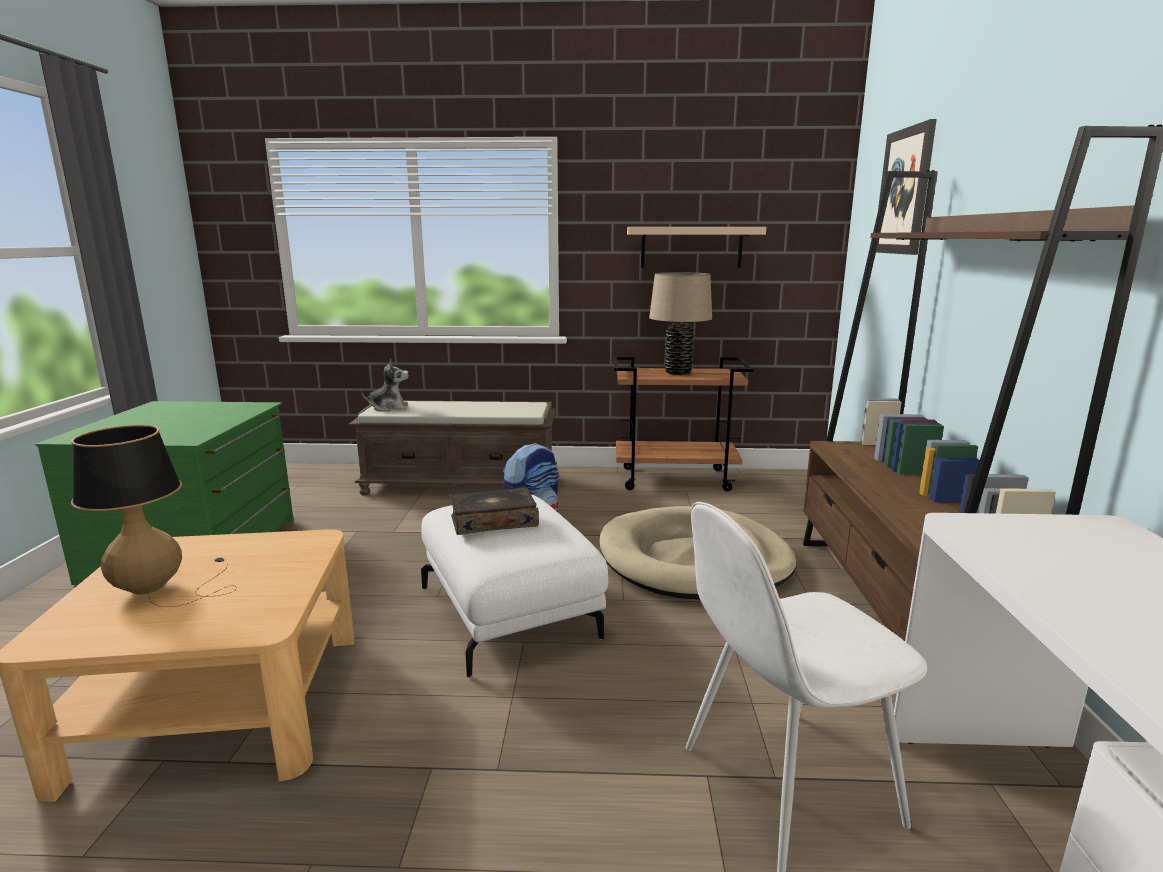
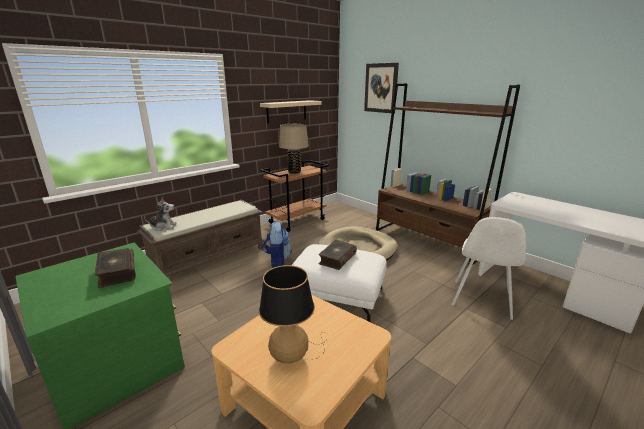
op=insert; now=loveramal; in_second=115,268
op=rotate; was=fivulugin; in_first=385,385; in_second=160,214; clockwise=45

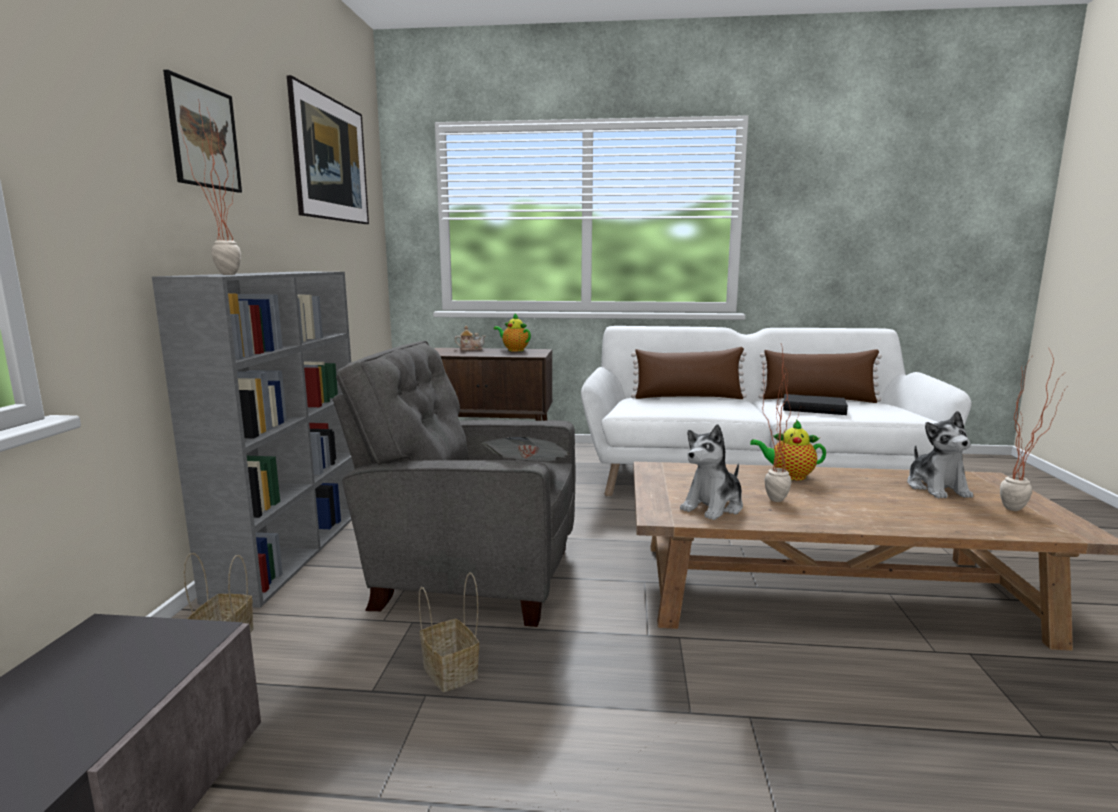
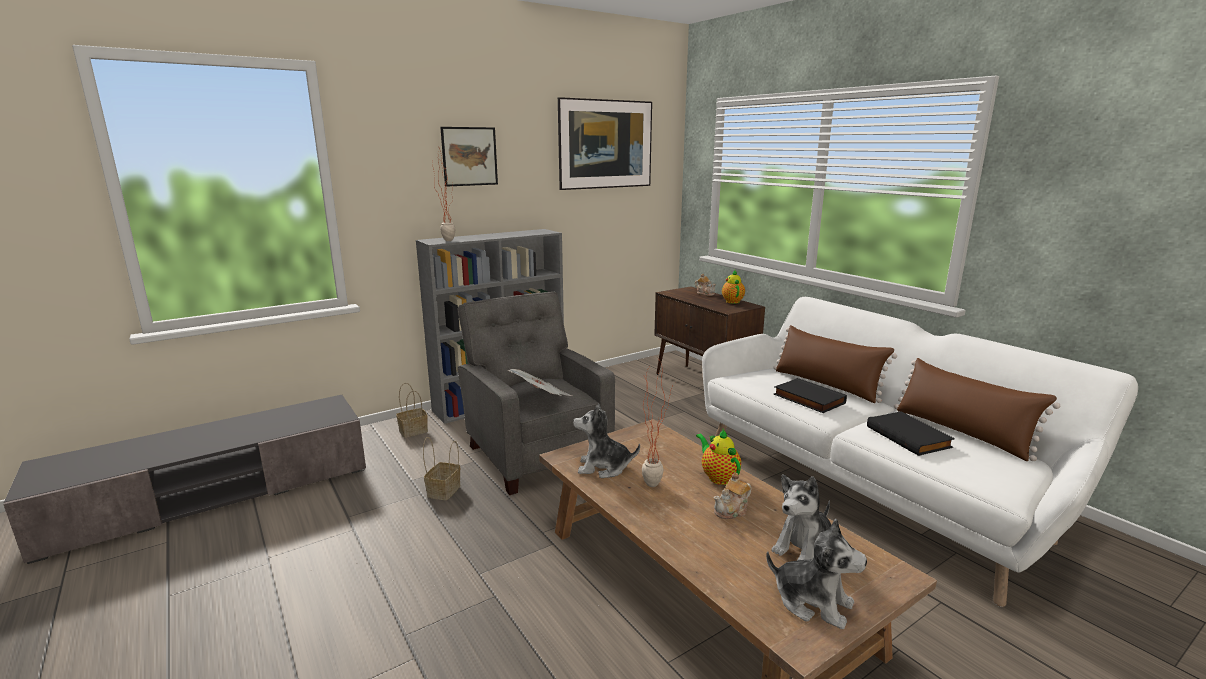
op=insert; now=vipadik; in_second=732,495
op=replace; was=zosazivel; now=fivulugin; in_first=1034,430; in_second=816,574
op=insert; now=black loveramal; in_second=810,395

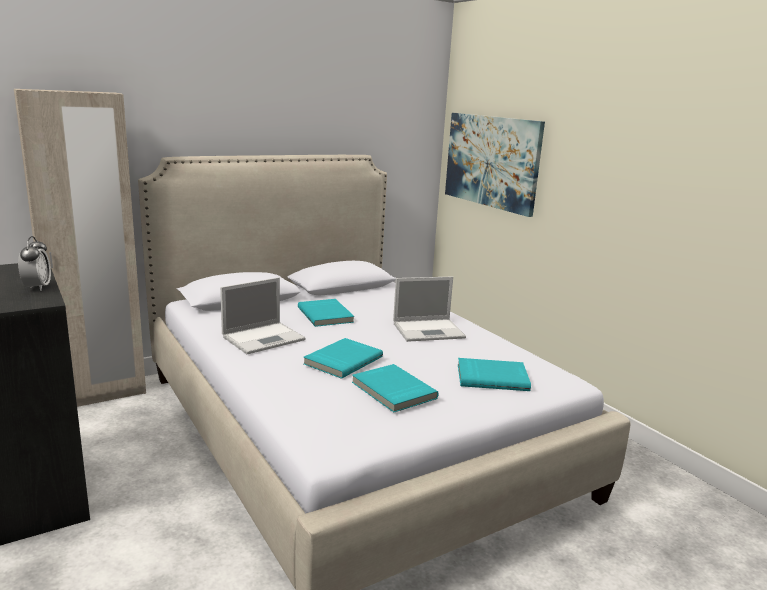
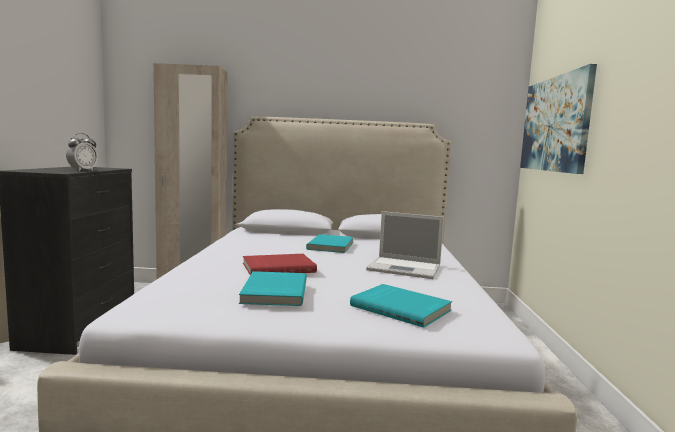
op=recolor; was=turquoise loveramal; now=red loveramal; in_first=343,358; in_second=280,264
op=delete; was=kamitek; in_first=263,315

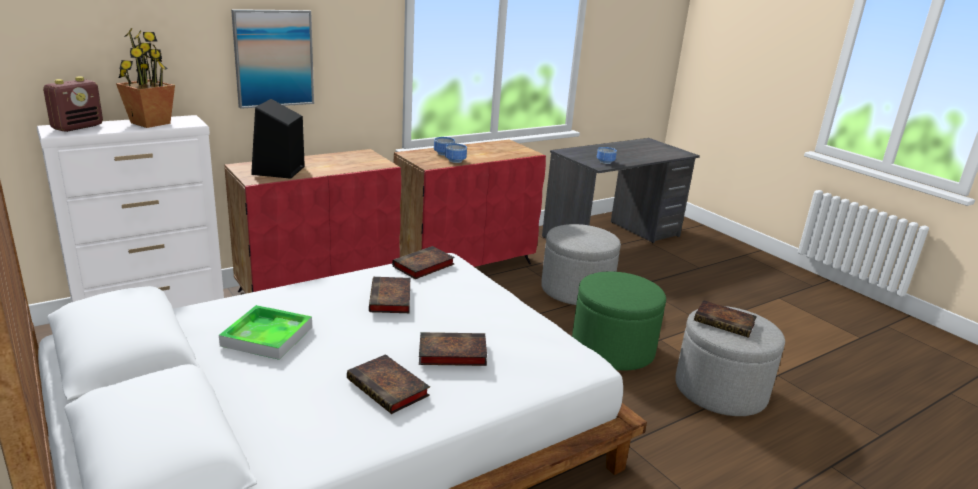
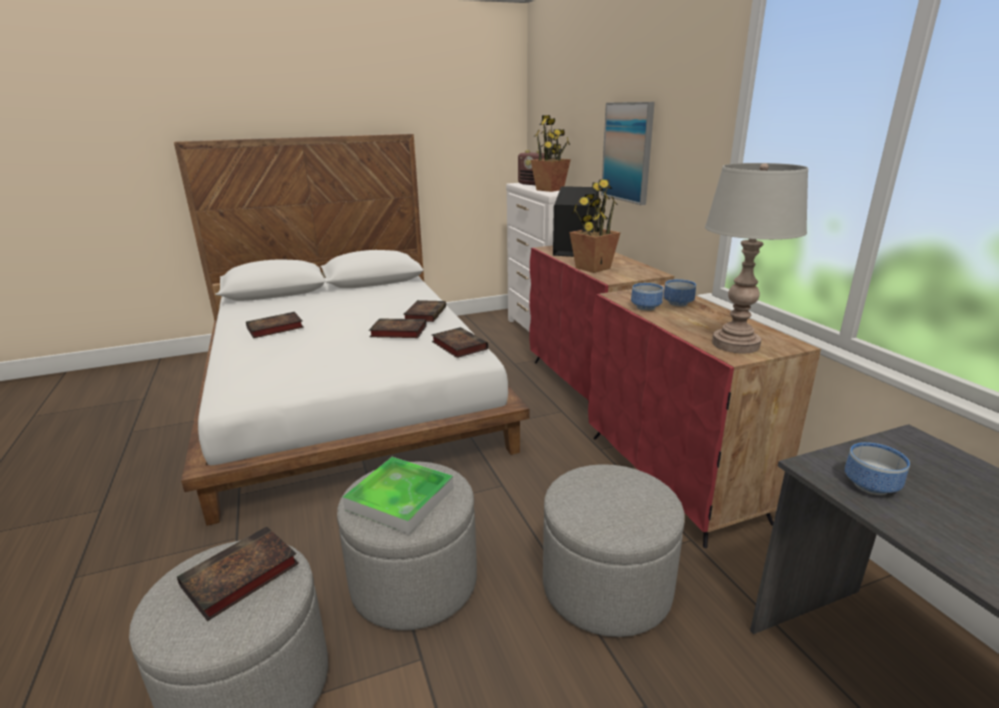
op=recolor; was=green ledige; now=grey ledige; in_first=619,321; in_second=407,546
op=move; was=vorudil; in_first=265,332; in_second=398,495
op=move; was=loveramal; in_first=453,349; in_second=424,311
op=insert; now=zosazivel; in_second=595,226
op=insert; now=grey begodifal; in_second=756,258

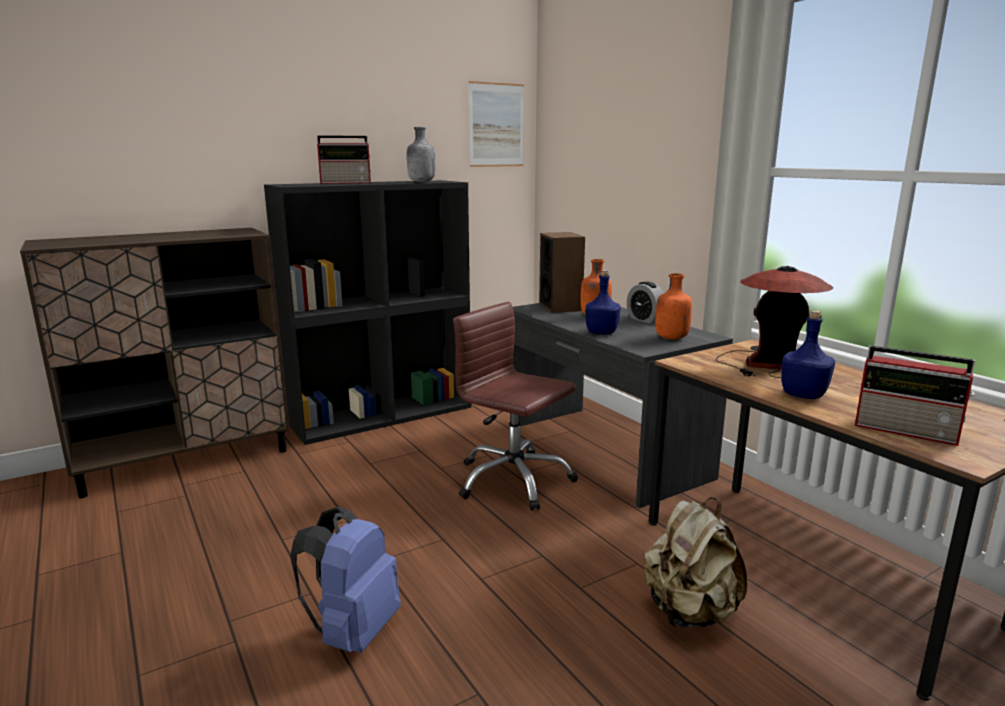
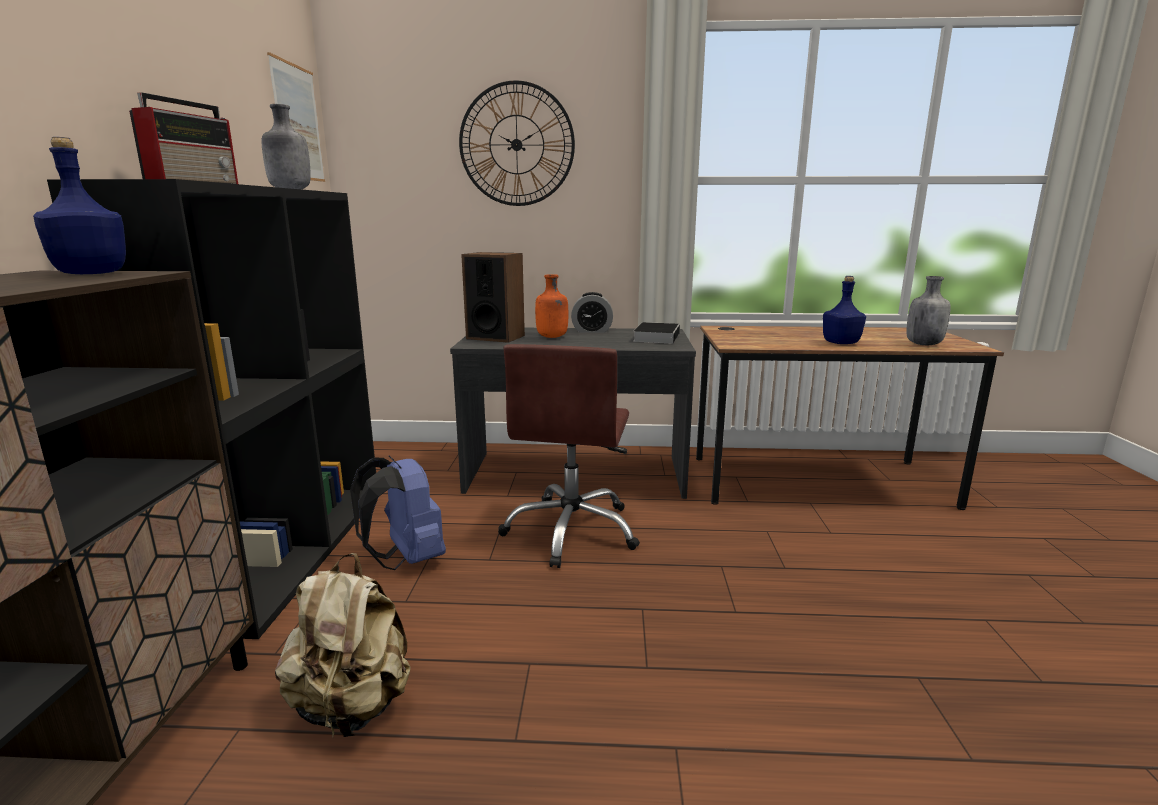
op=move; was=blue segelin; in_first=603,302; in_second=79,205
op=move; was=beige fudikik; in_first=695,563; in_second=343,645
op=move; was=blue fudikik; in_first=345,580; in_second=398,513
op=insert; now=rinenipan; in_second=517,143
op=rotate; was=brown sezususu; in_first=515,406; in_second=569,456; clockwise=-60
op=replace; was=orange segelin; now=loveramal; in_first=673,306; in_second=656,333
op=replace; was=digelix; now=grey segelin; in_first=915,396; in_second=928,310
op=delete; was=begodifal; in_first=774,322

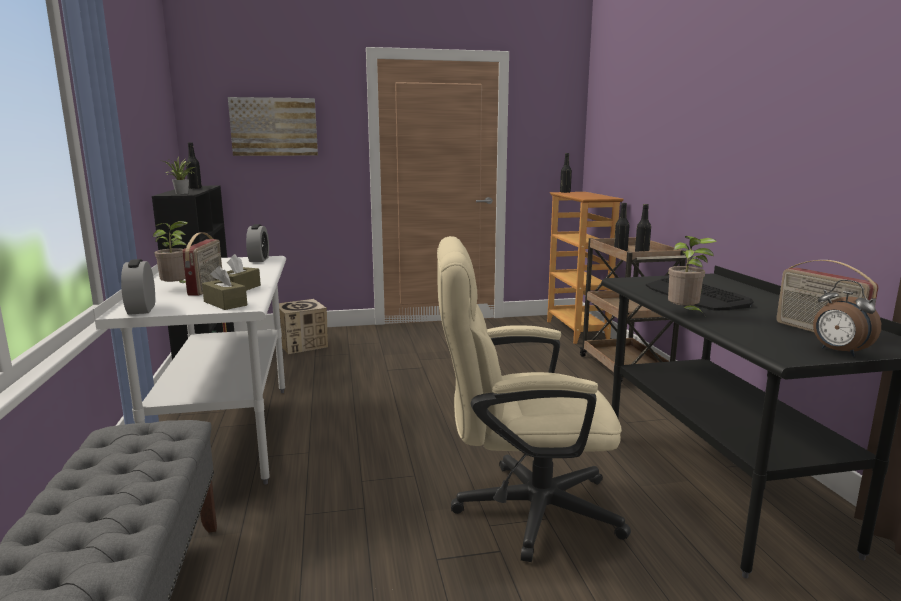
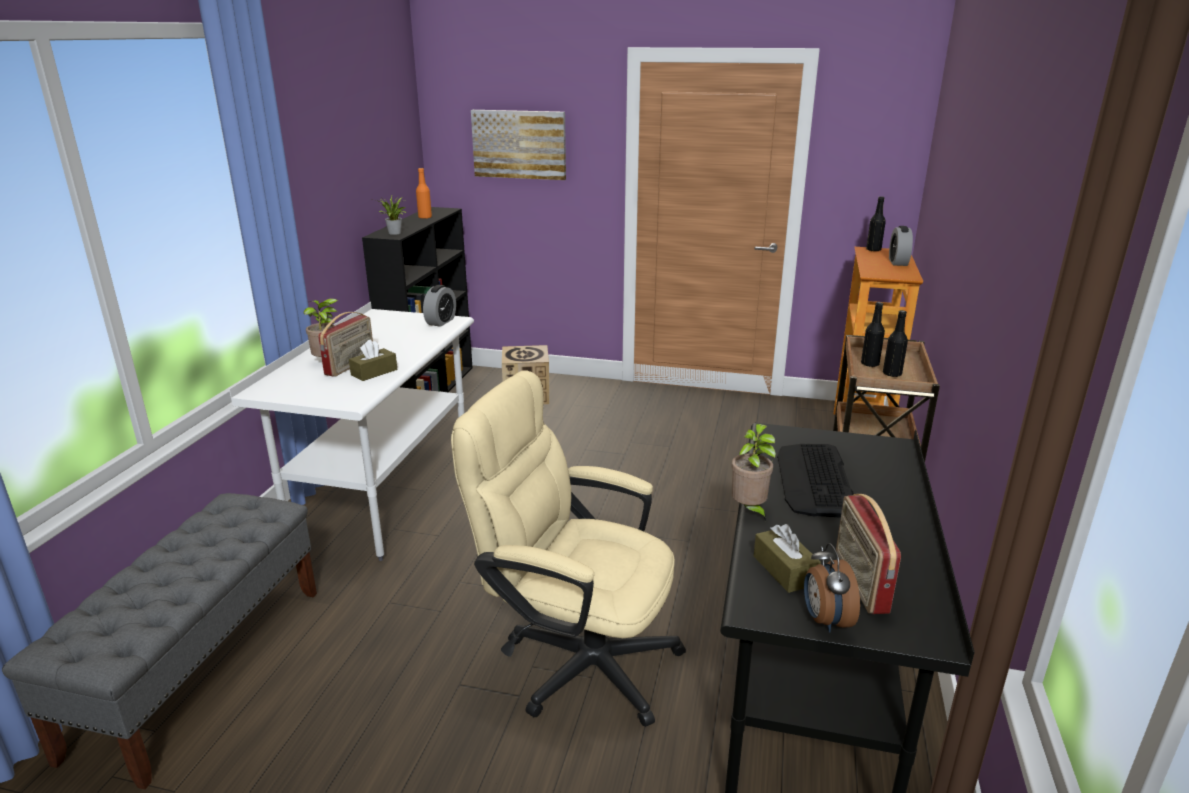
op=recolor; was=black segelin; now=orange segelin; in_first=194,165; in_second=424,193
op=move; was=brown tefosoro; in_first=224,288; in_second=787,558
op=move; was=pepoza; in_first=138,287; in_second=901,246

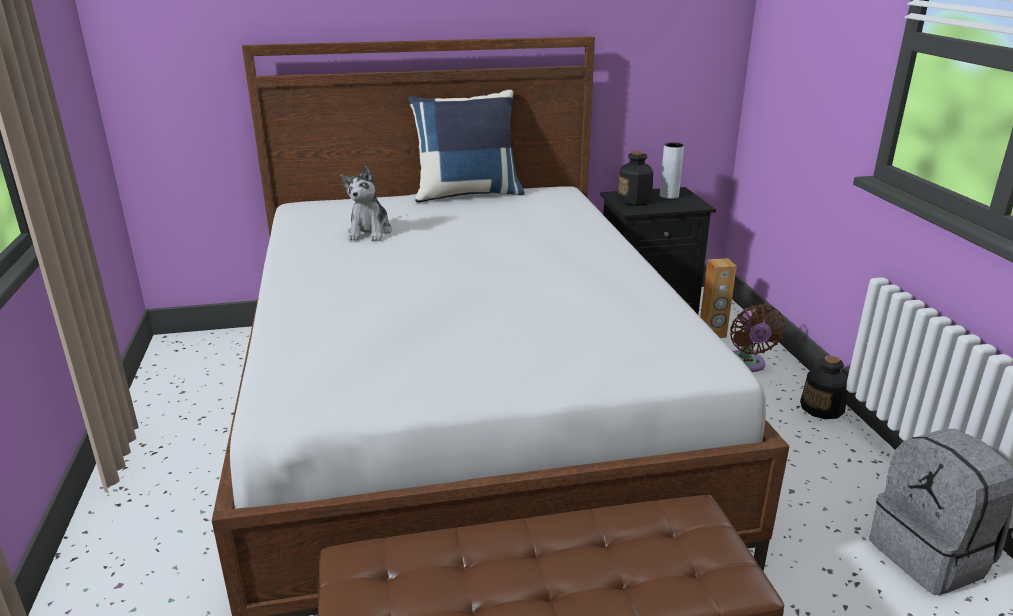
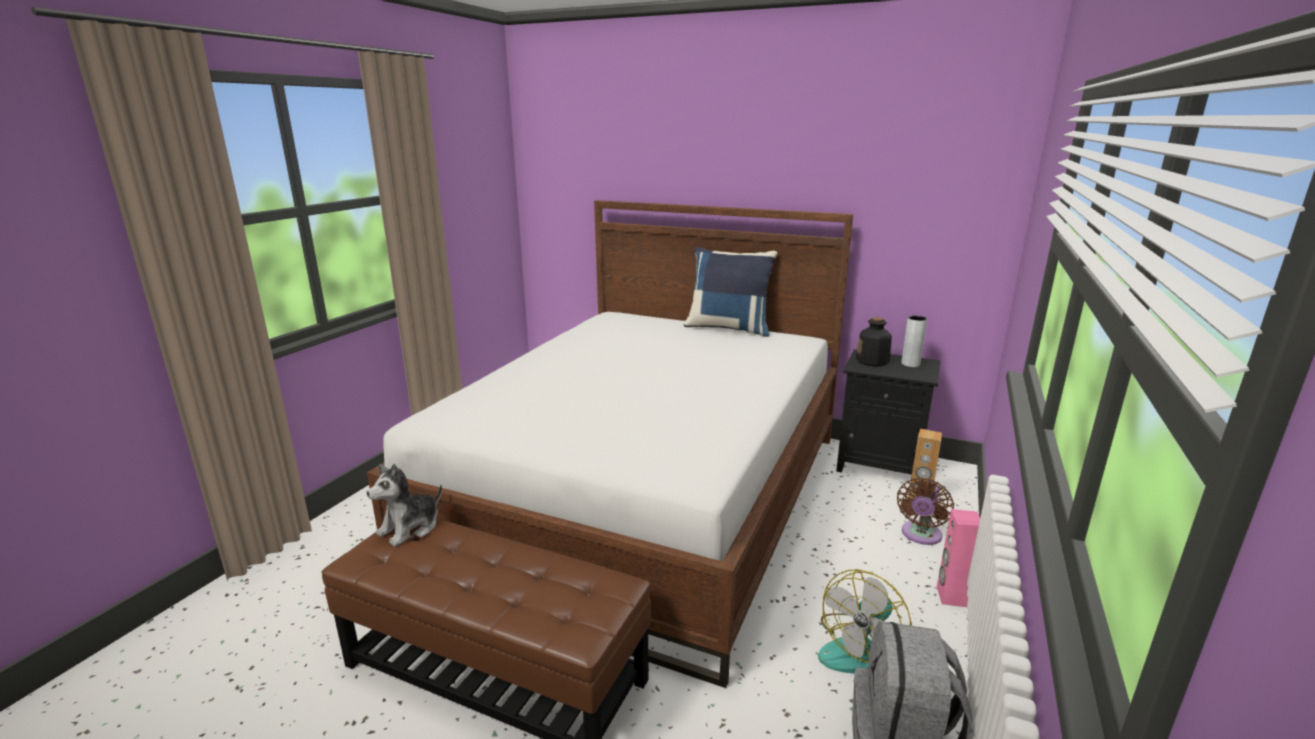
op=move; was=fivulugin; in_first=366,203; in_second=404,505
op=insert; now=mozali; in_second=865,621
op=replace; was=segelin; now=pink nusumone; in_first=824,387; in_second=958,558

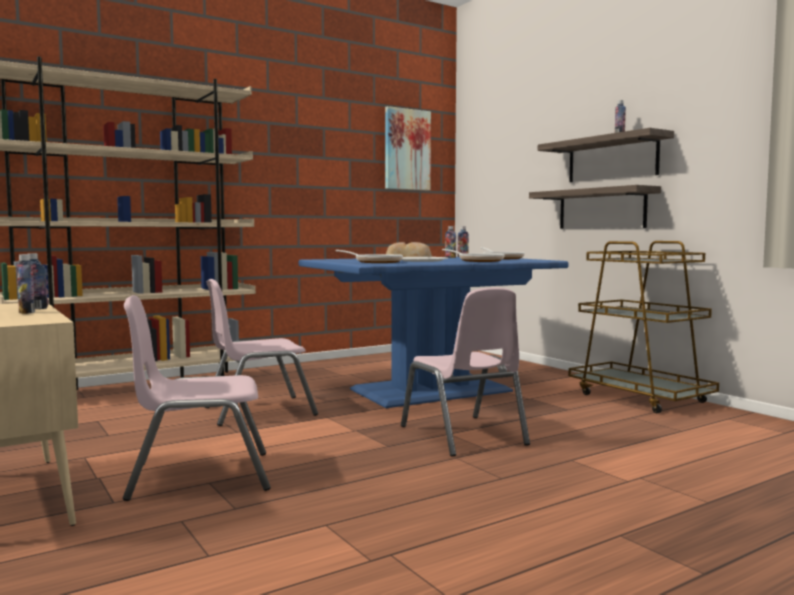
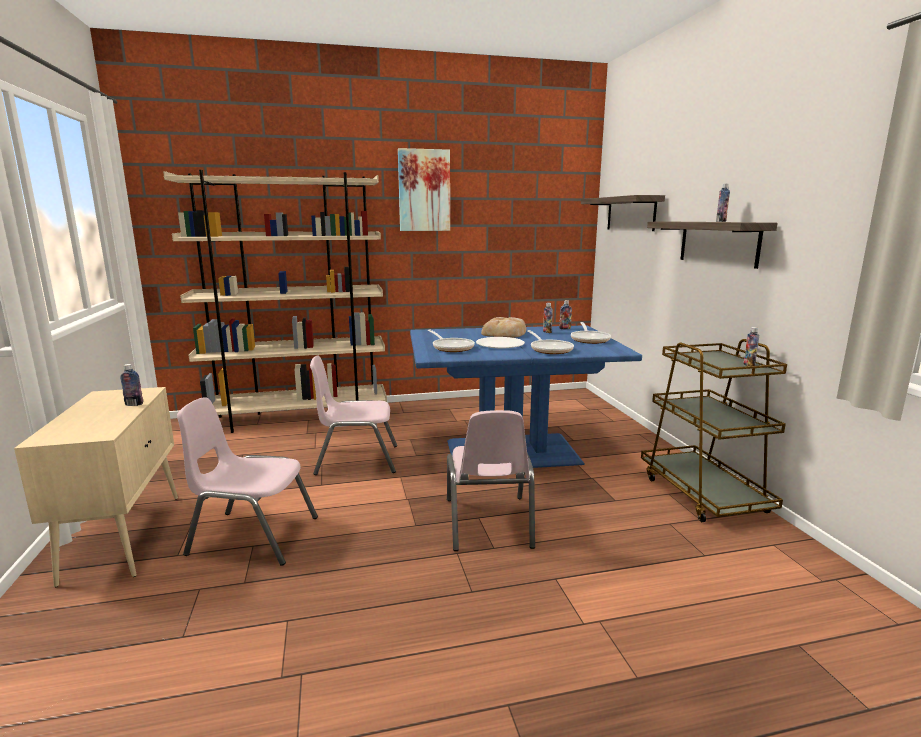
op=move; was=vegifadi; in_first=408,148; in_second=424,189
op=move; was=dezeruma; in_first=595,207; in_second=623,213
op=move; was=segelin; in_first=25,284; in_second=751,346

